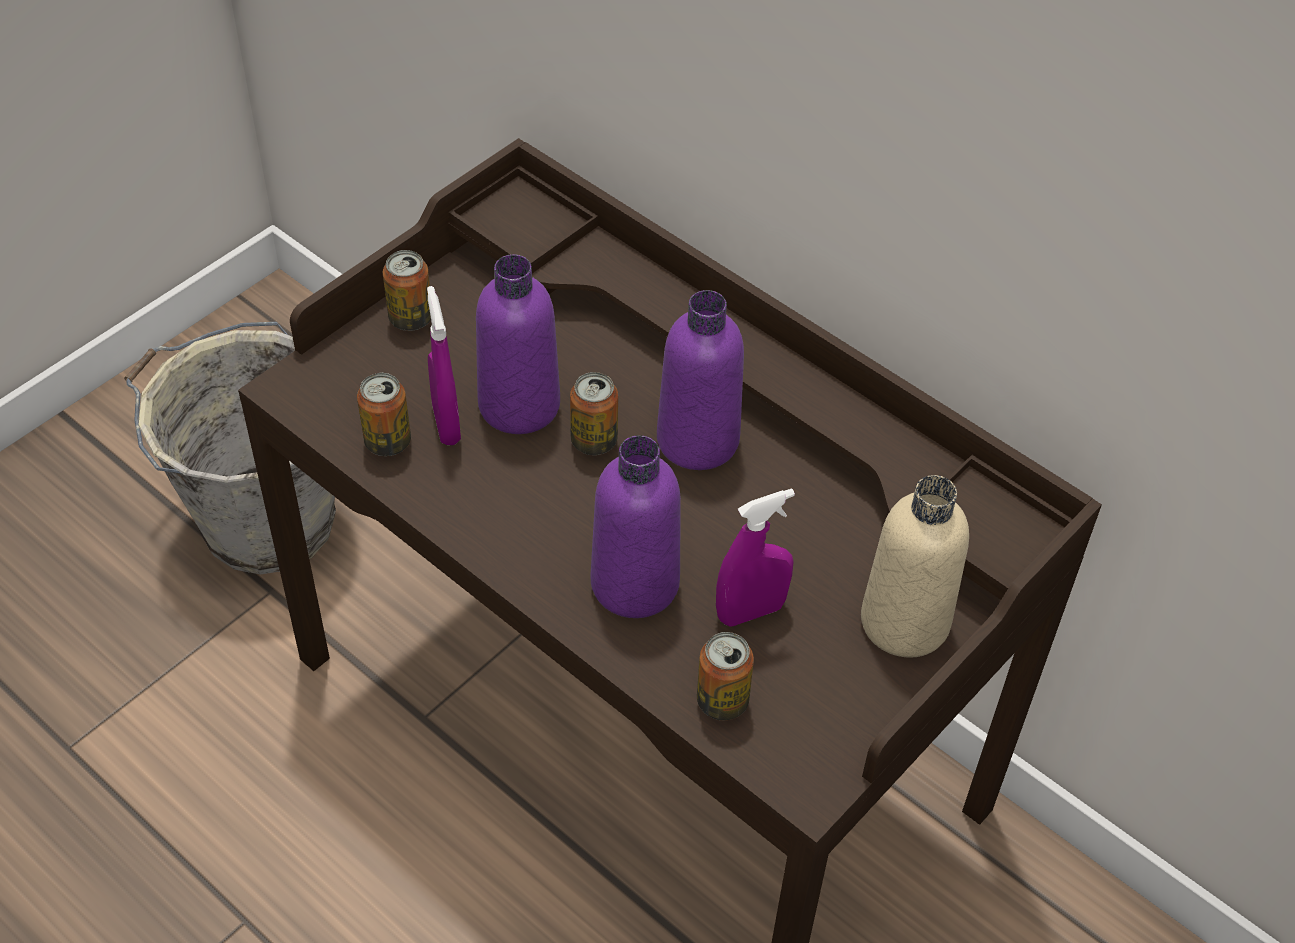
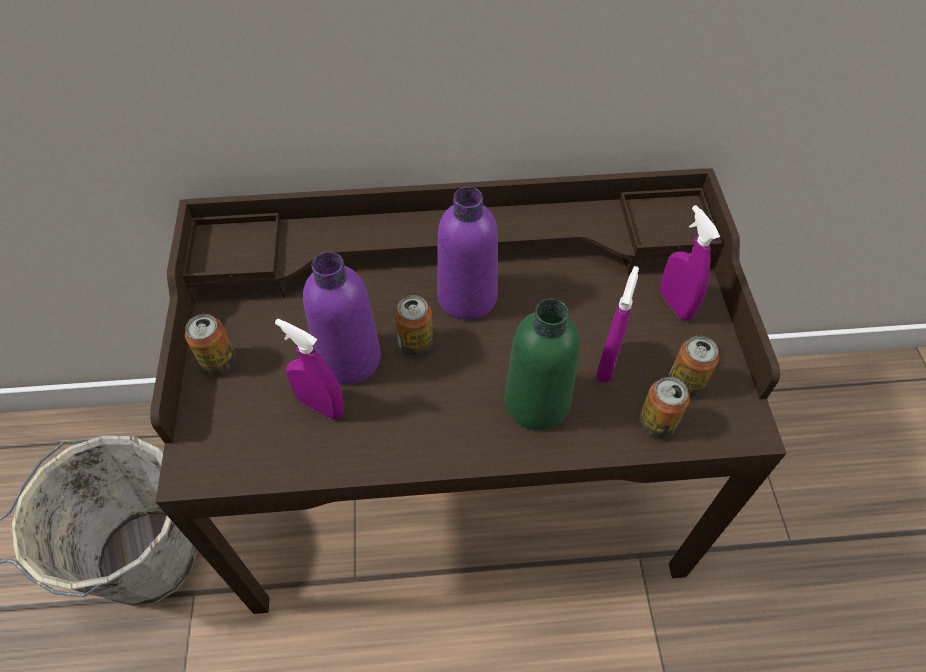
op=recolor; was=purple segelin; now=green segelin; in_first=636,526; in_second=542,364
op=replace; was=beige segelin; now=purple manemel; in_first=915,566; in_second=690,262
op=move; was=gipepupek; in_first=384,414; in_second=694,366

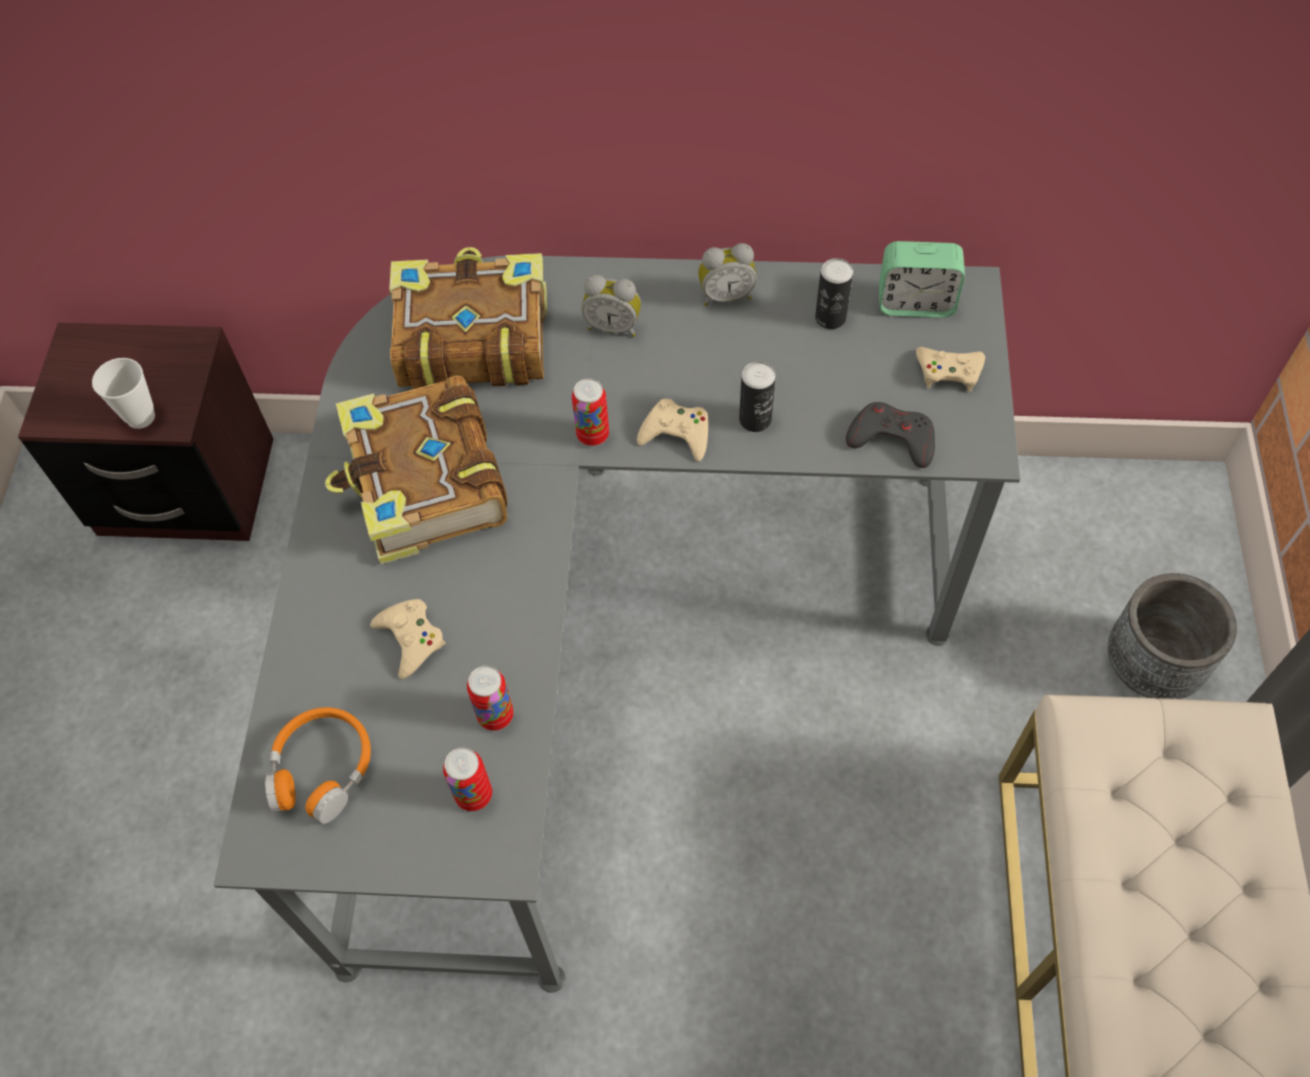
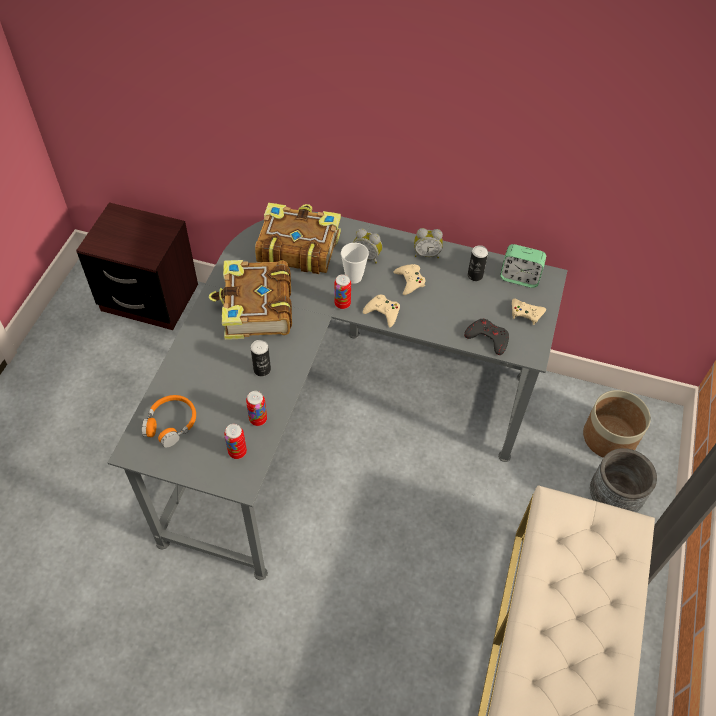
op=move; was=gipepupek; in_first=757,396; in_second=261,358
op=move; was=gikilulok; in_first=123,393; in_second=355,263
op=move; was=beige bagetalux; in_first=407,639; in_second=409,279
op=insert; now=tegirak; in_second=617,424

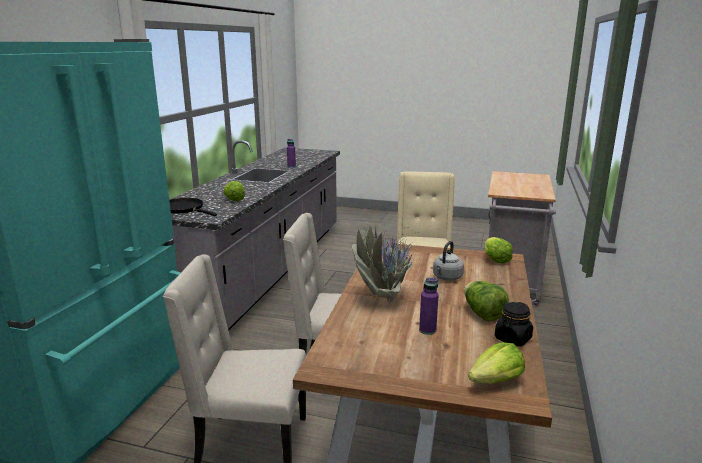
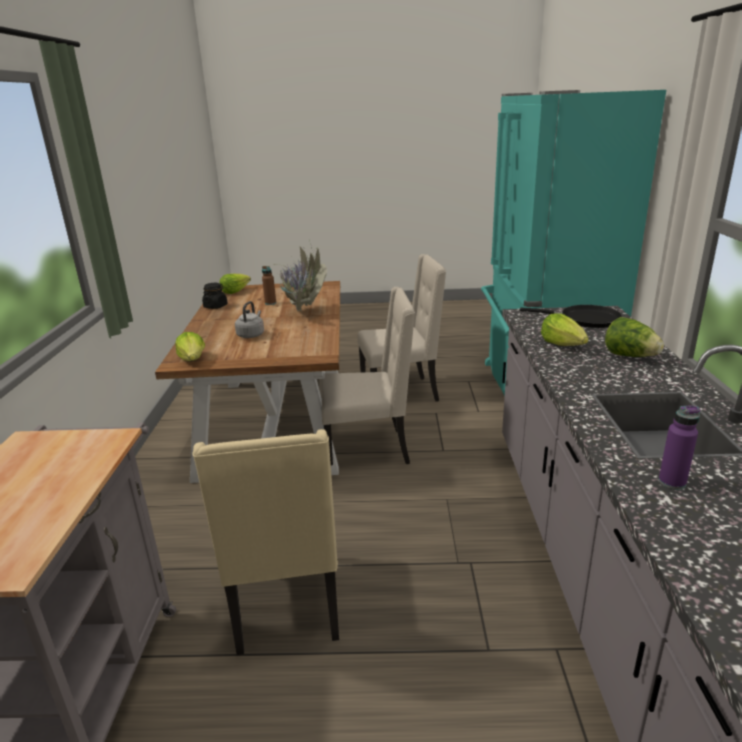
op=recolor; was=purple segelin; now=brown segelin; in_first=429,306; in_second=269,285
op=move; was=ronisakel; in_first=486,301; in_second=634,337

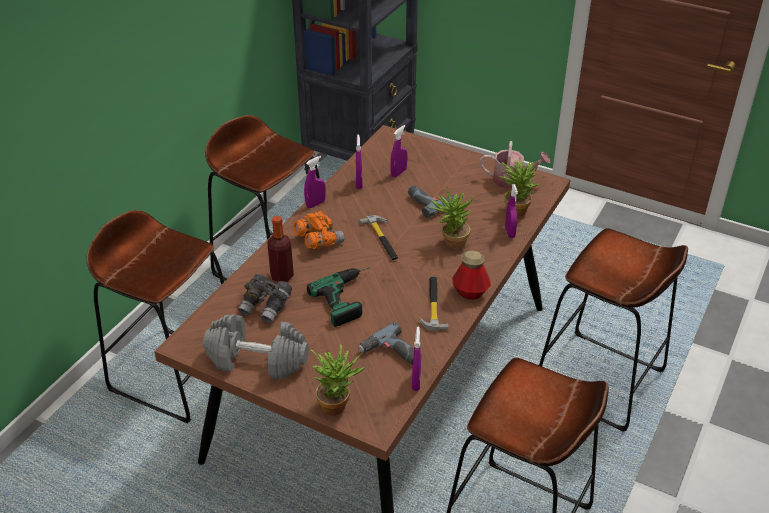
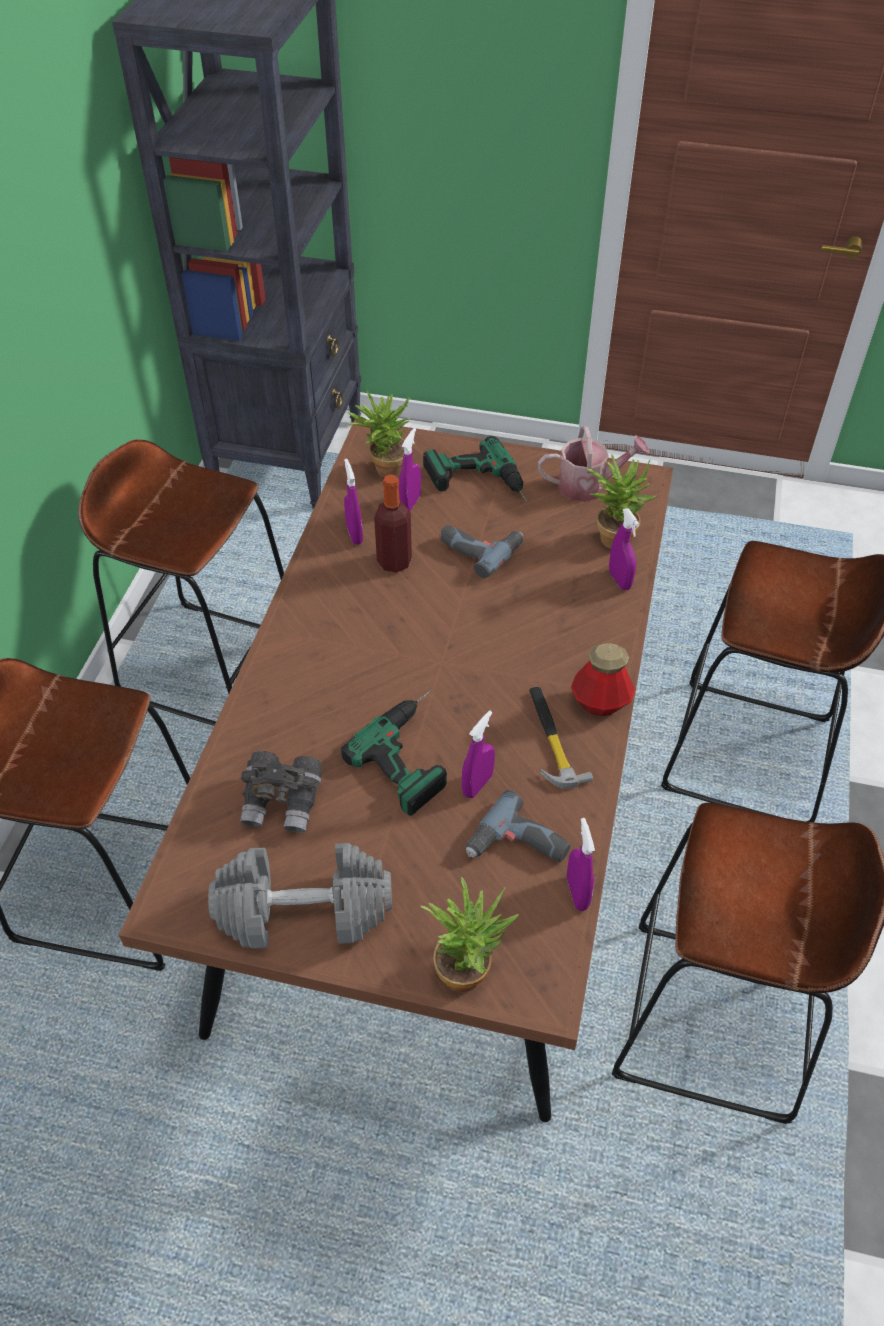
op=move; was=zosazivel; in_first=452,218; in_second=379,433
op=move; was=segelin; in_first=280,249; in_second=393,523
op=insert; now=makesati; in_second=475,469
op=move; was=purple manemel; in_first=315,182; in_second=478,754
op=delete; was=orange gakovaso; in_first=318,230
op=delete; was=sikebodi; in_first=378,237

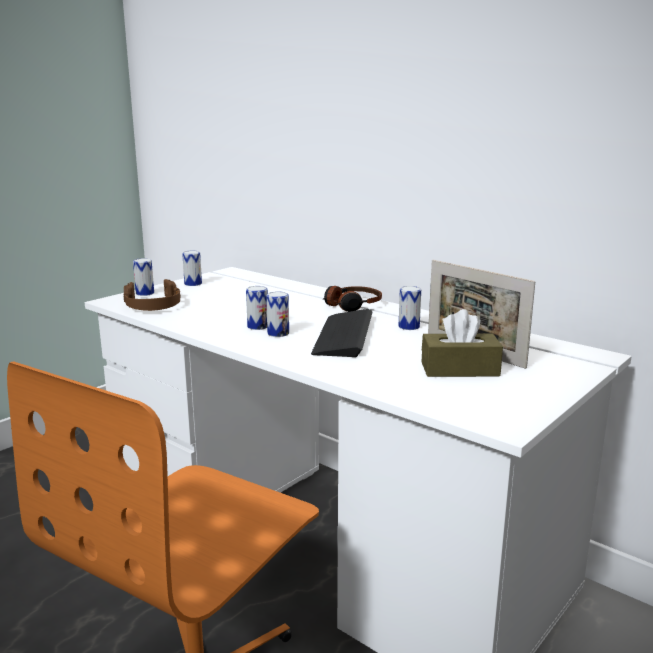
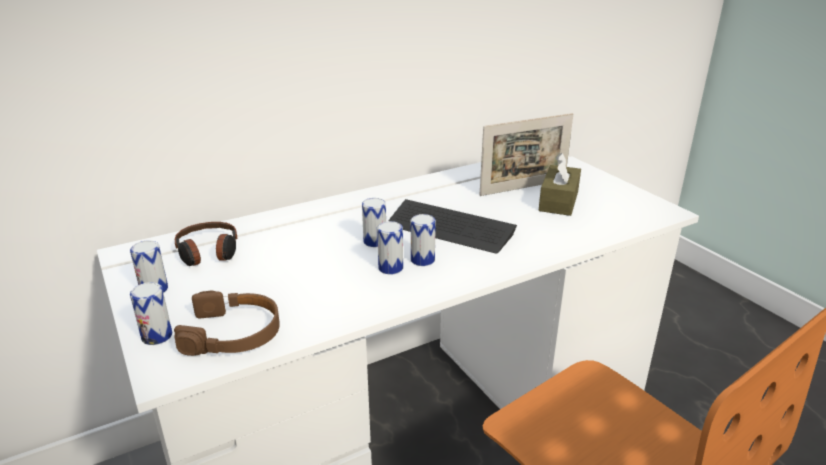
op=move; was=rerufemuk; in_first=352,299; in_second=206,244
op=move; was=gipepupek; in_first=410,308; in_second=374,222

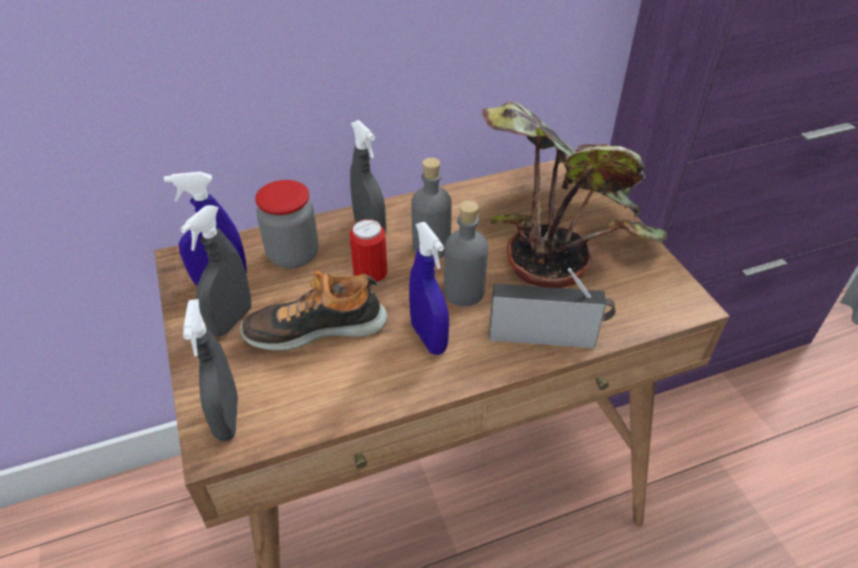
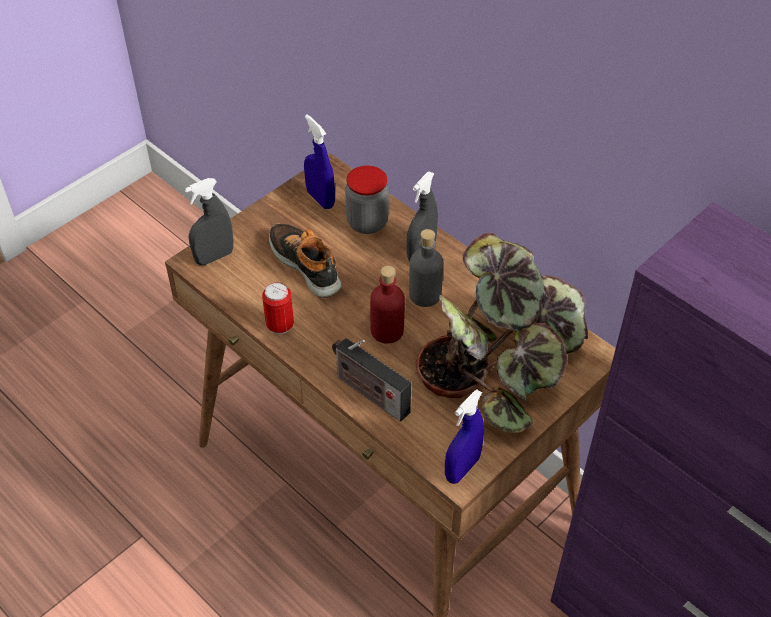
op=move; was=gipepupek; in_first=368,252; in_second=278,308
op=rotate; was=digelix; in_first=552,308; in_second=371,380; clockwise=150
op=recolor; was=grey segelin; now=red segelin; in_first=466,253; in_second=387,305
op=move; was=blue manemel; in_first=429,288; in_second=464,436
op=delete; was=grey manemel; in_first=215,271

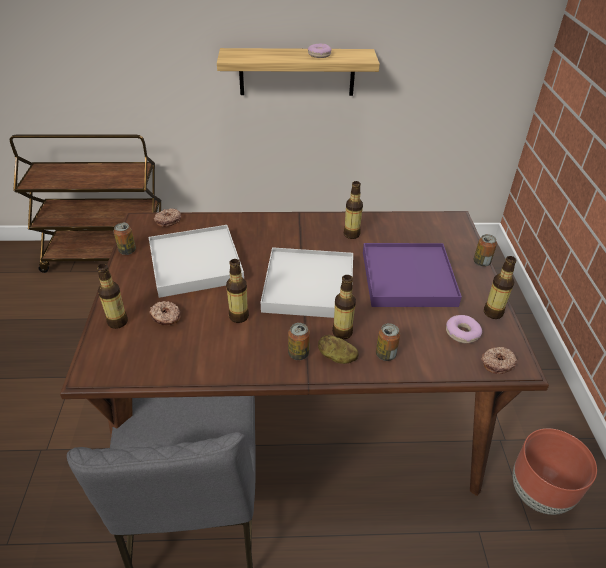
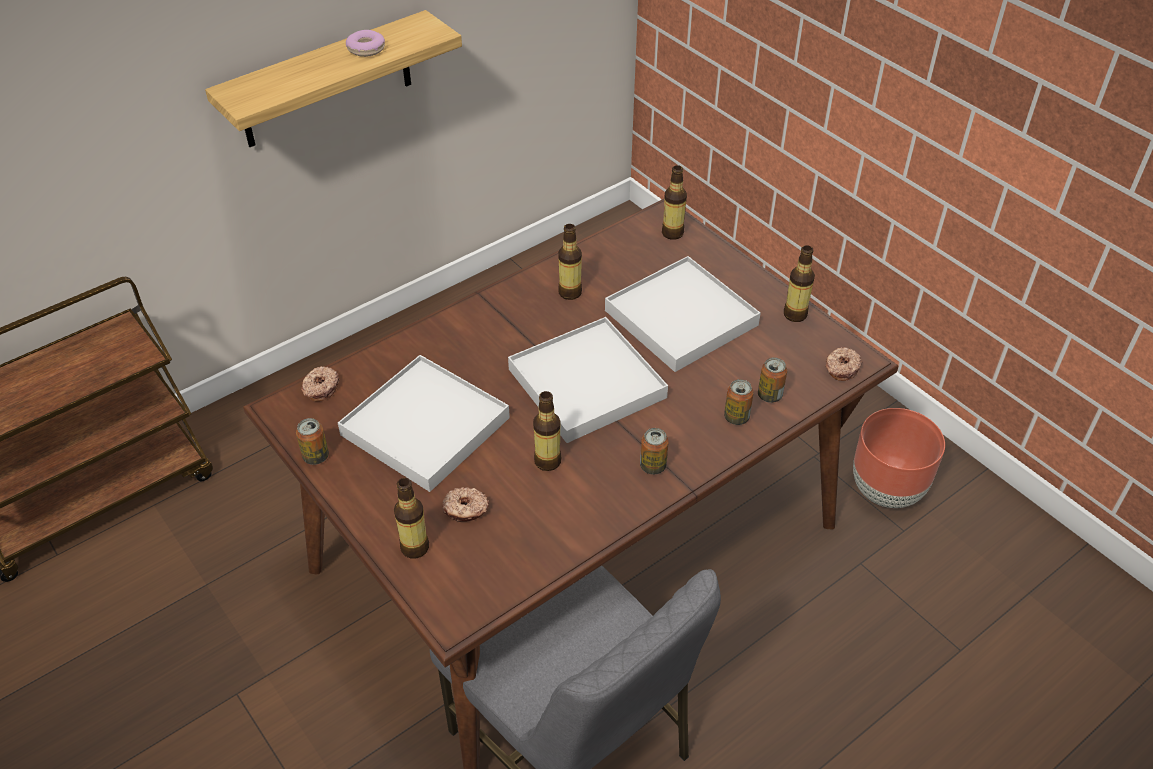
op=recolor; was=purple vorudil; now=white vorudil; in_first=412,275; in_second=683,314
op=move; was=segelin; in_first=344,307; in_second=674,202
op=move; was=gipepupek; in_first=485,250; in_second=772,380
op=delete; was=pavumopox; in_first=338,349
op=delete; was=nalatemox; in_first=464,329

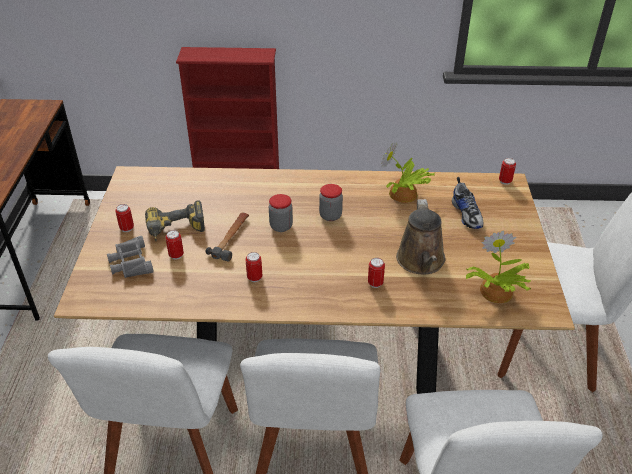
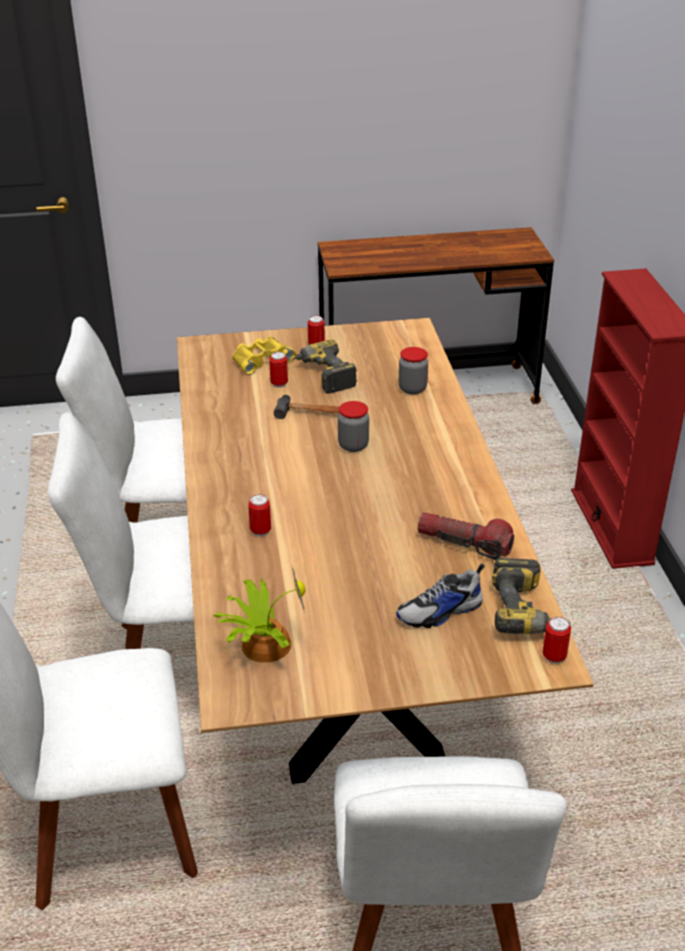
op=recolor; was=grey gakovaso; now=yellow gakovaso; in_first=130,257; in_second=264,356
op=move; was=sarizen; in_first=331,202; in_second=413,371
op=replace; was=zosazivel; now=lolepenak; in_first=408,172; in_second=466,536
op=insert; now=makesati; in_second=531,596
op=delete; was=gipepupek; in_first=254,267
op=delete; was=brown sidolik; in_first=420,236

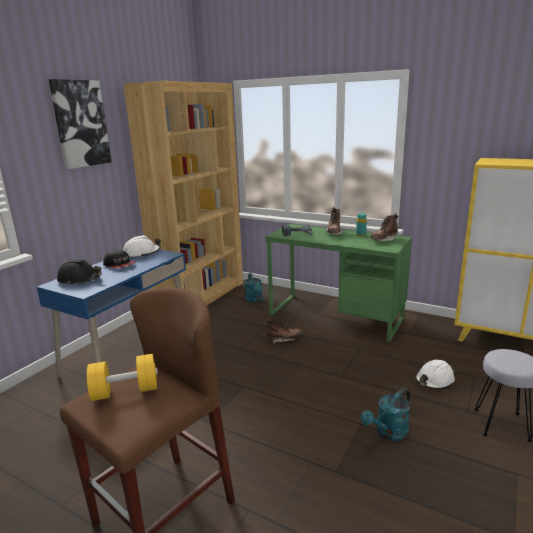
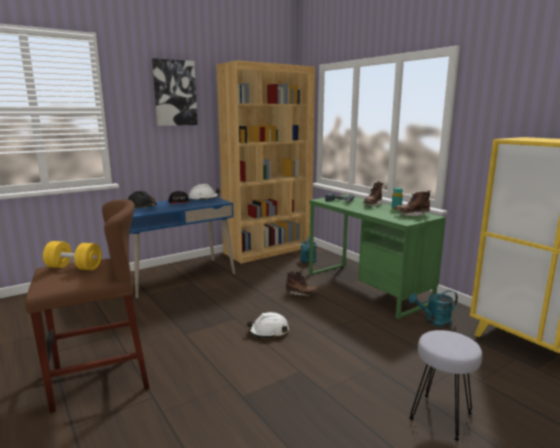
op=move; was=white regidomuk; in_first=435,375; in_second=267,325
op=move; was=turquoise sidolik; in_first=385,414; in_second=433,308

